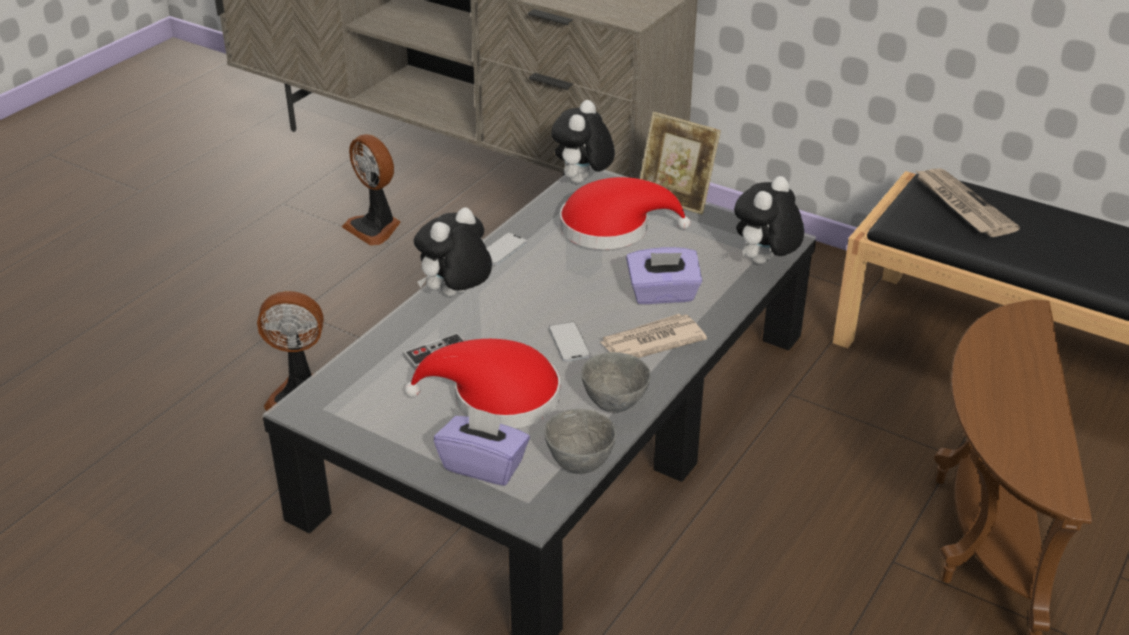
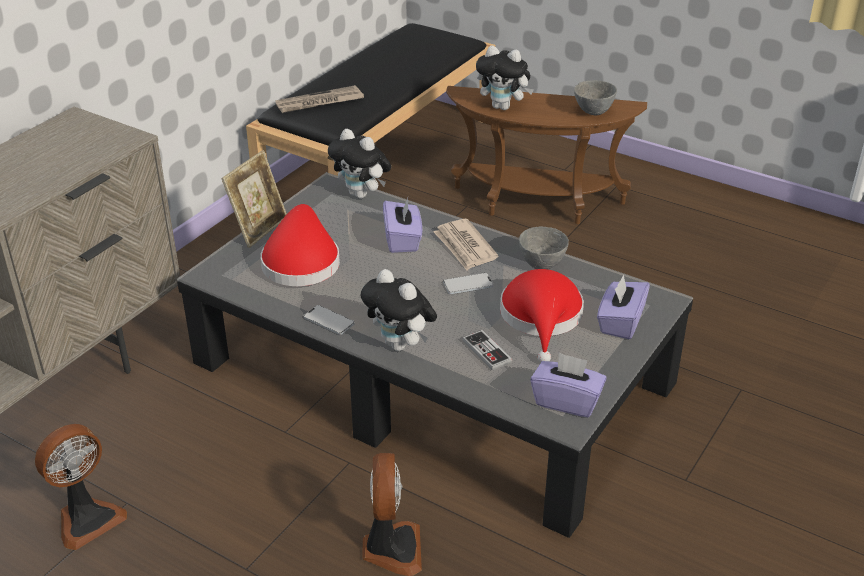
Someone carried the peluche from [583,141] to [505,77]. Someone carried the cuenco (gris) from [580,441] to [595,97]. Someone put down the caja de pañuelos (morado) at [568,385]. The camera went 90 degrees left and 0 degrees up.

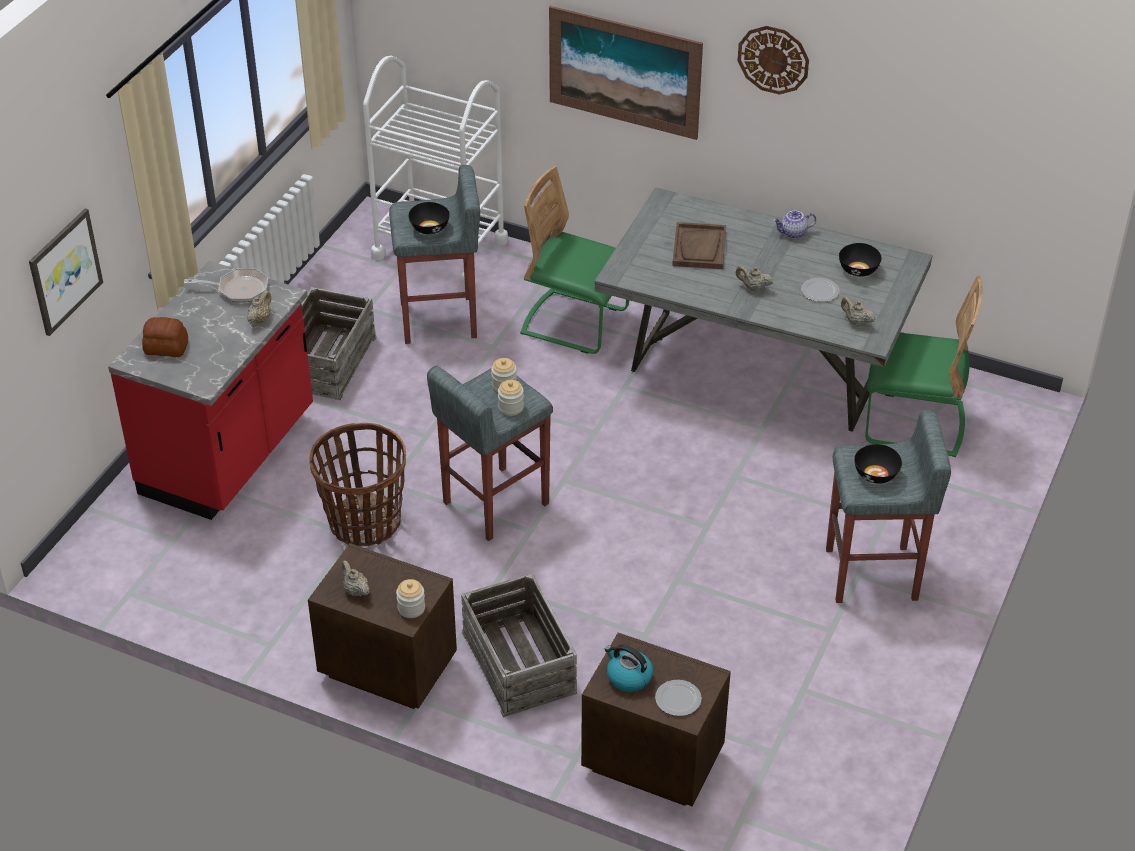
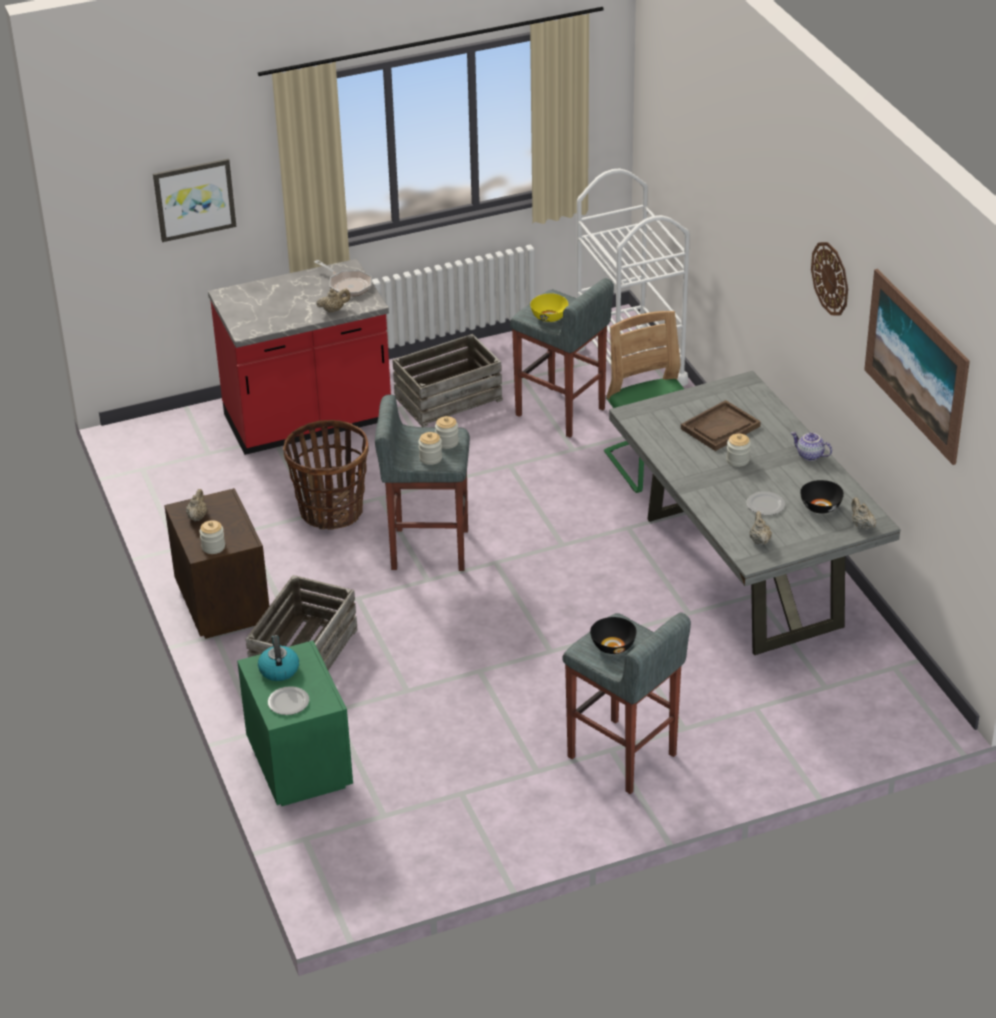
Someone carried the cuadro from [626,73] to [917,367]. Someone repainted the cuenco (negro) at [429,218], which became the cuenco (amarillo) at [549,307]. Someone carried the tetera (beis) from [754,278] to [863,513]. Someone took away the silla (verde) at [923,366]. Someone took away the pan at [165,337]. Someone repainted the mesita de noche (marrón) at [656,719], which became the mesita de noche (verde) at [295,723]. Someone put down the tarro at [738,450]. The camera went 45 degrees right and 5 degrees down.

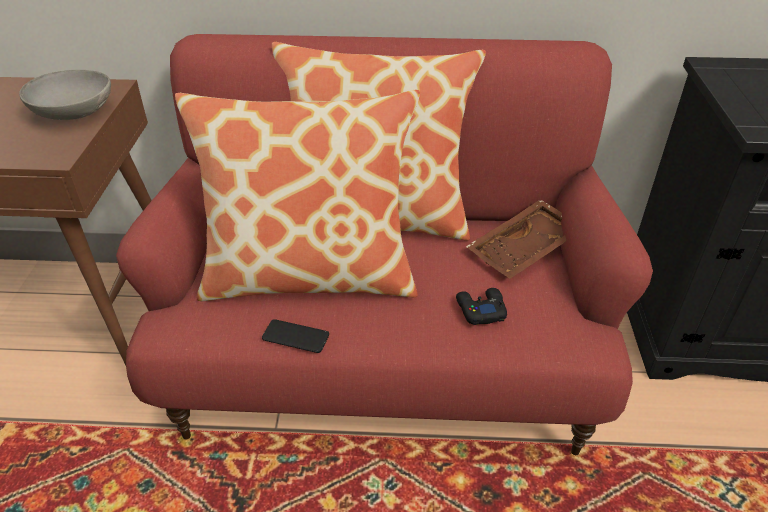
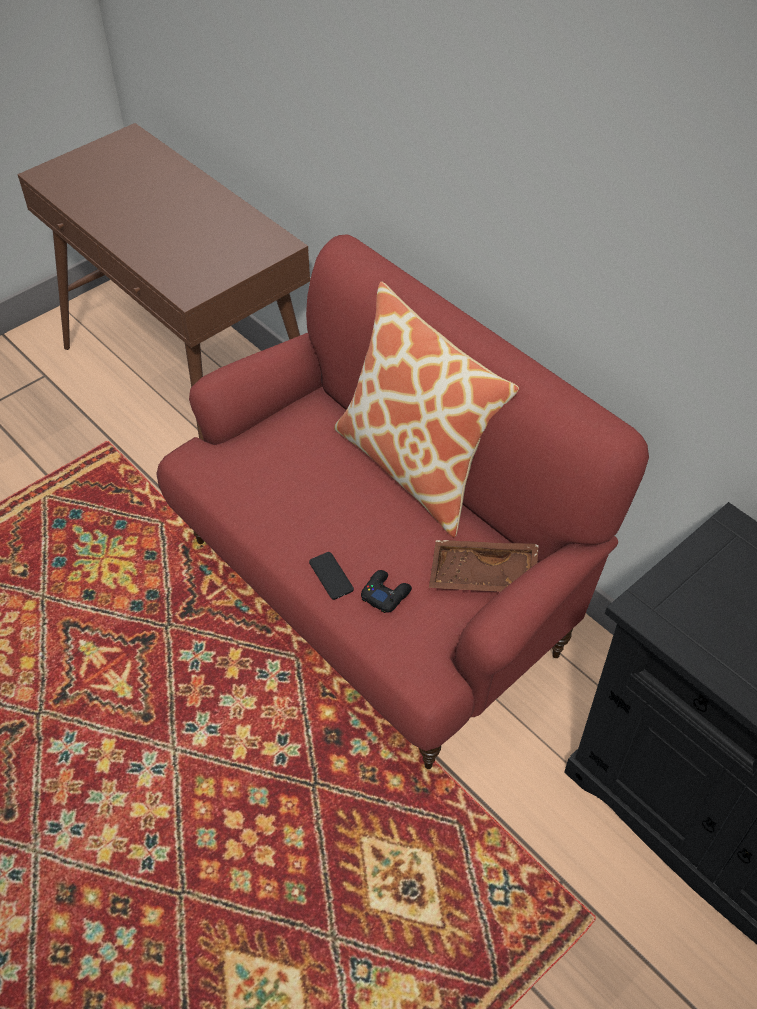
Someone took away the cuenco (gris) at [65,95]. Someone took away the cojín at [297,195]. Someone carried the móvil from [295,336] to [331,576]. The camera went 45 degrees right and 10 degrees up.

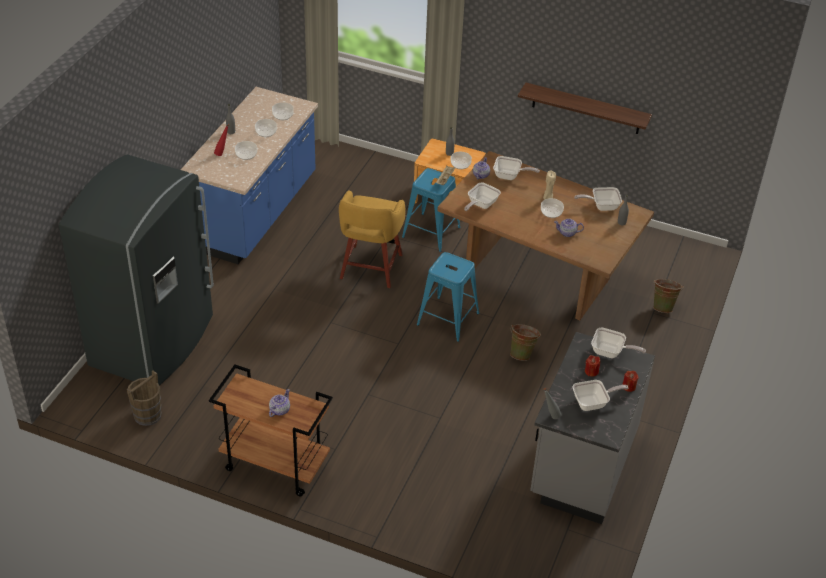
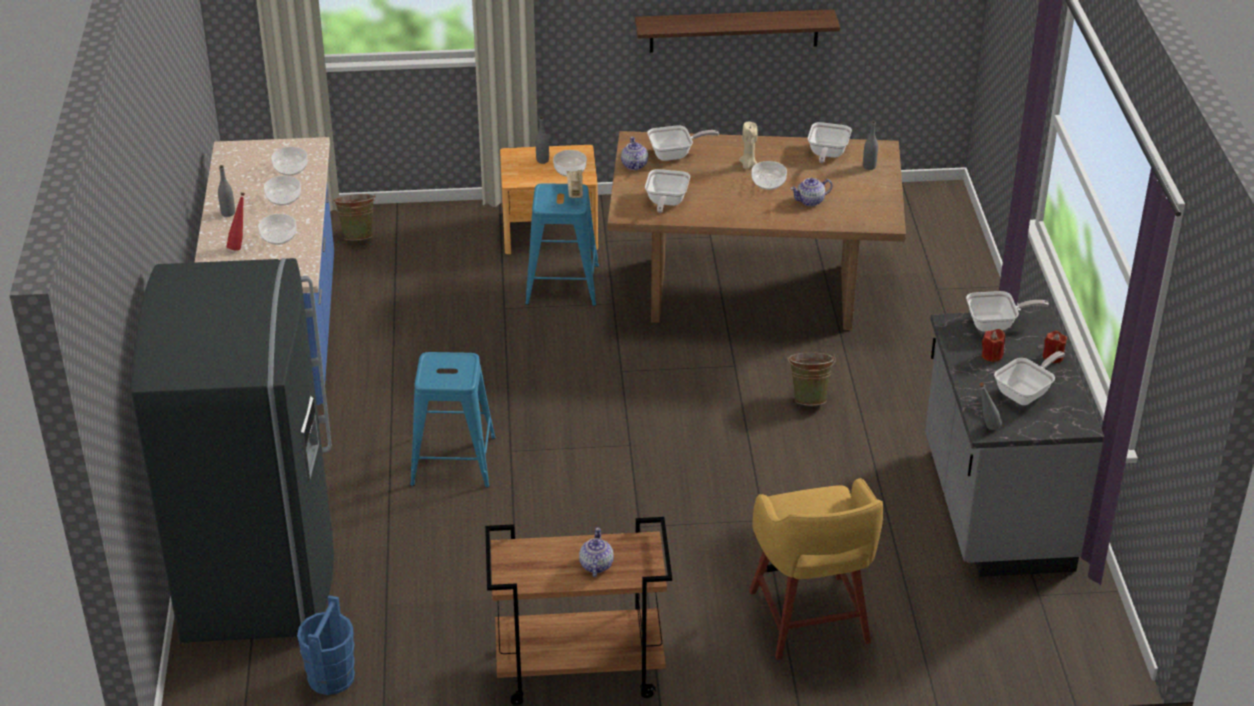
Someone rotated the sartén at [598,199] by 45 degrees counterclockwise. Someone carried the taburete (amarillo) from [372,239] to [816,569]. Someone carried the taburete (azul) from [448,297] to [453,420]. Someone carried the cubo (verde) from [668,296] to [354,217]. Someone repainted the cubo (marrón) at [144,398], which became the cubo (azul) at [326,645]. The camera went 25 degrees left and 5 degrees down.

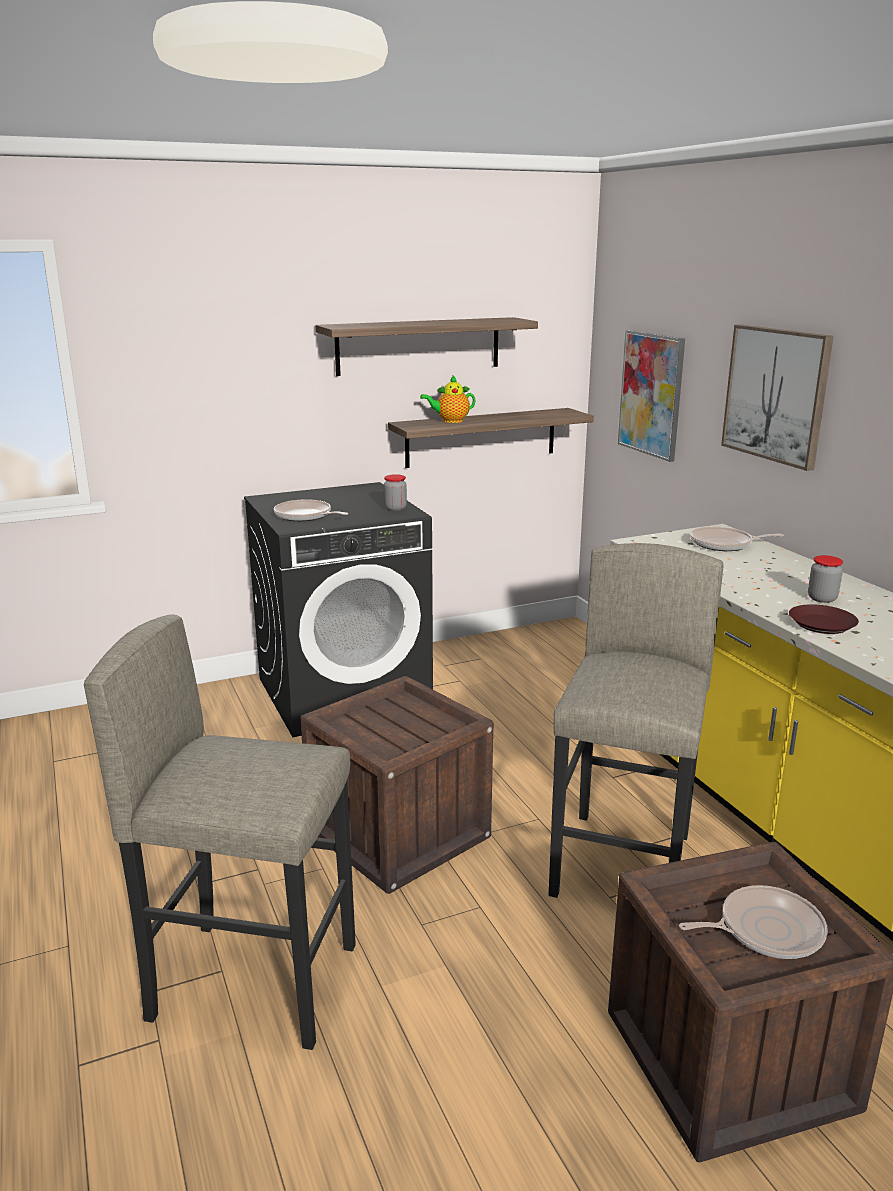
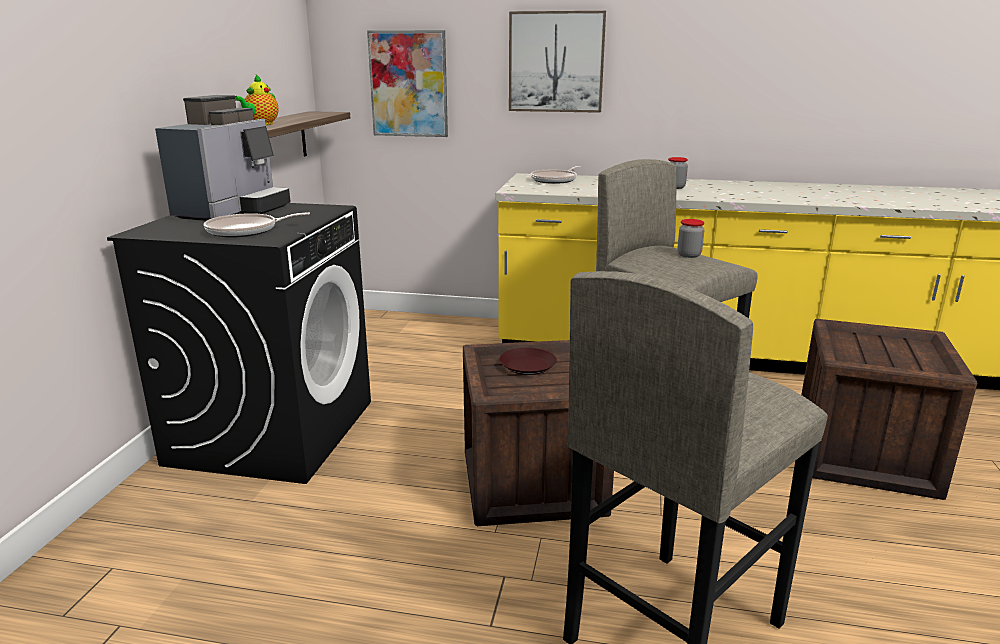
Someone took away the estante at [427,346]. Someone carried the tarro from [395,492] to [690,238]. Someone carried the plato (marrón) from [824,619] to [528,361]. Someone took away the sartén at [753,922]. Someone put down the cafetera at [223,158]. The camera went 55 degrees left and 0 degrees up.

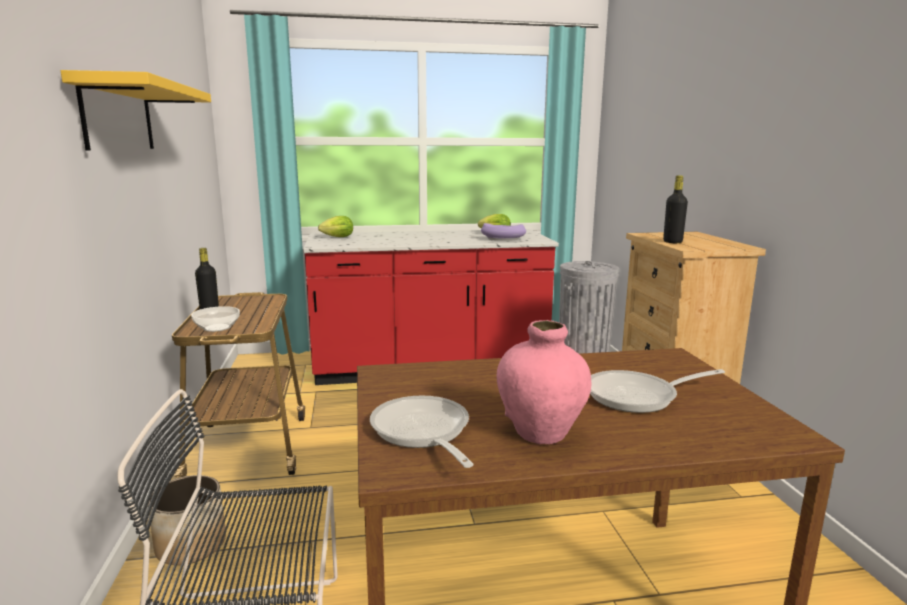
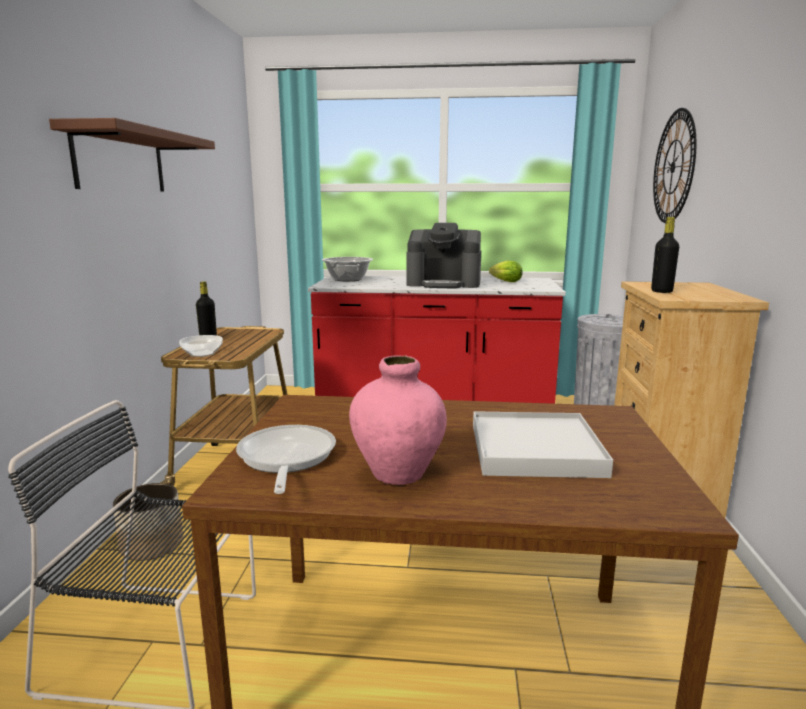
Someone repainted the estante (amarillo) at [136,110], which became the estante (marrón) at [132,154]. Someone swapped the lechuga at [335,226] for the olla at [347,269]. Someone took away the cuenco (morado) at [503,232]. Someone swapped the sartén at [657,391] for the bandeja (blanco) at [543,444]. Someone put up the reloj de pared at [674,165]. Someone put down the cafetera at [444,256]. The camera went 15 degrees right and 0 degrees up.

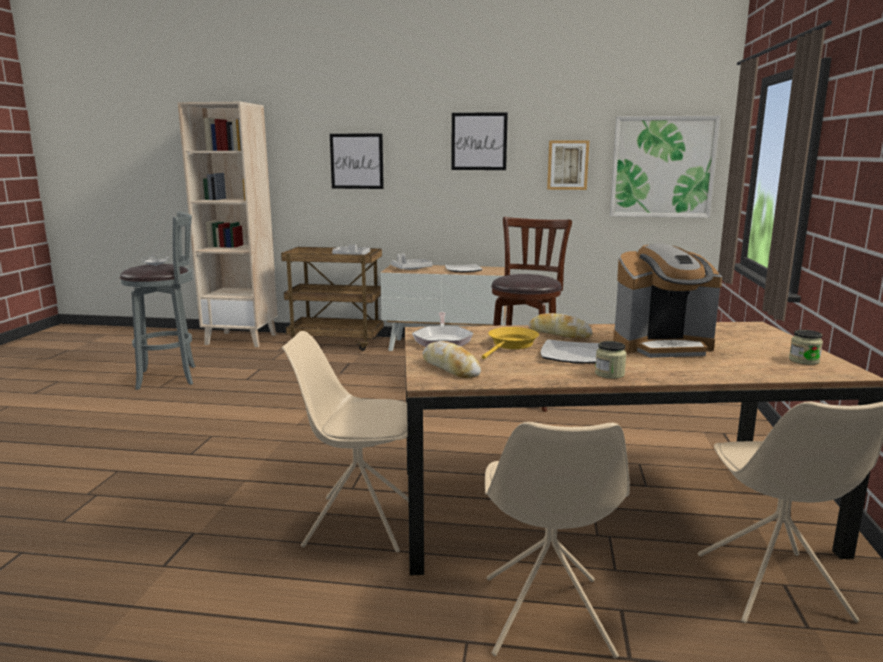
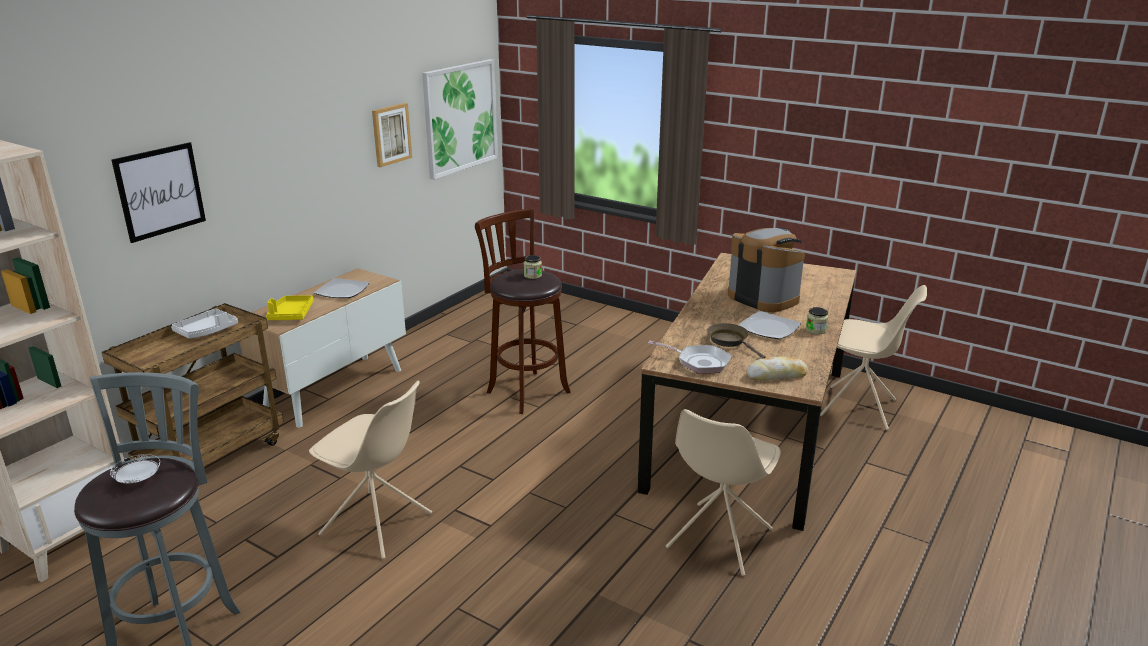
Someone took away the cuadro at [479,141]. Someone rotated the cafetera at [667,301] by 60 degrees counterclockwise. Someone repainted the bandeja (gris) at [412,262], which became the bandeja (amarillo) at [290,307]. Someone took away the pan at [560,326]. Someone repainted the sartén (amarillo) at [510,343], which became the sartén (marrón) at [736,341]. Someone carried the tarro from [806,347] to [533,267]. Someone carried the silla (beis) from [557,540] to [370,469]. The camera went 65 degrees left and 10 degrees up.

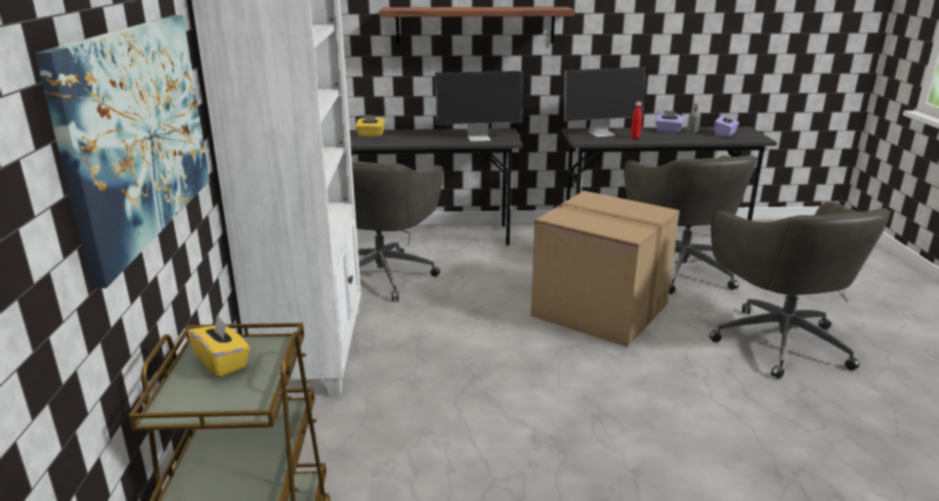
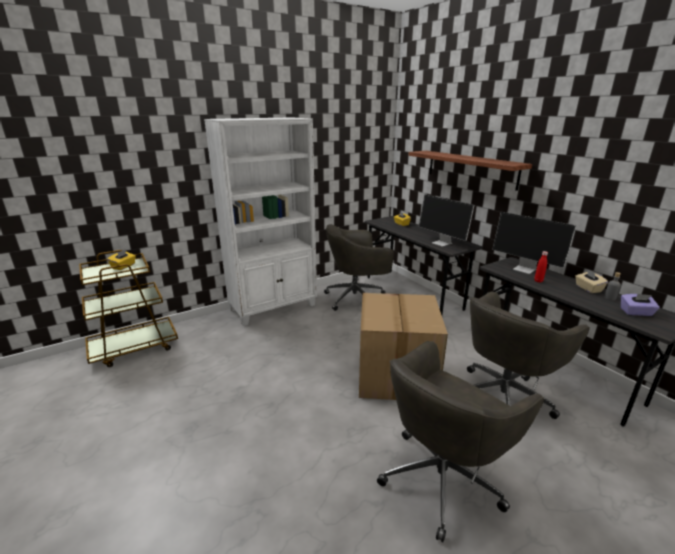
Someone took away the cuadro at [122,151]. Someone repainted the caja de pañuelos (morado) at [669,121], which became the caja de pañuelos (beis) at [591,281]. The camera went 60 degrees right and 0 degrees up.

